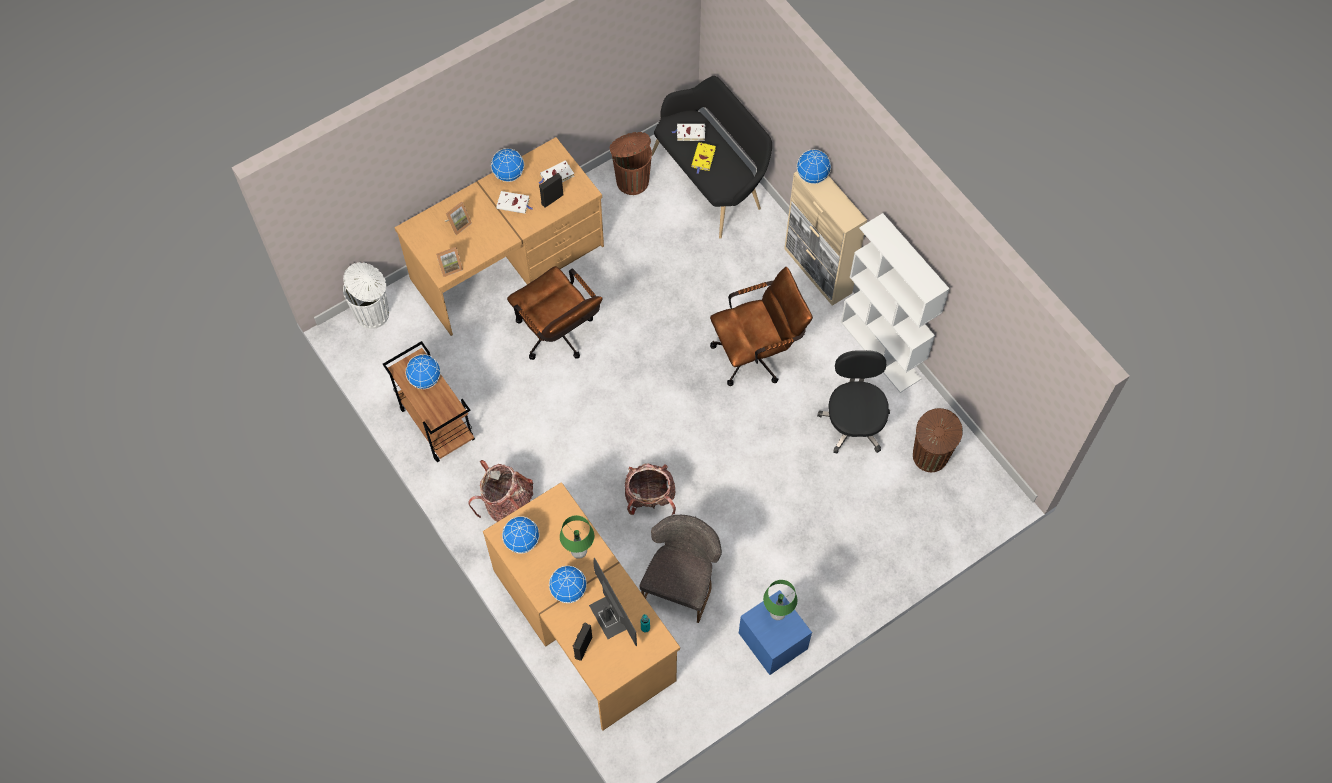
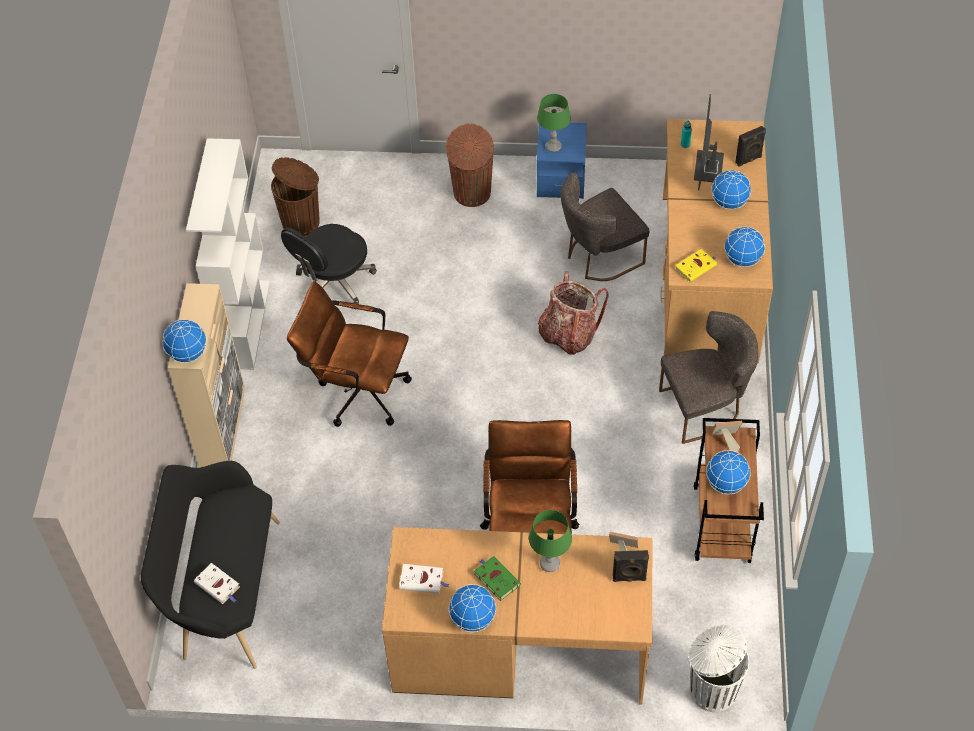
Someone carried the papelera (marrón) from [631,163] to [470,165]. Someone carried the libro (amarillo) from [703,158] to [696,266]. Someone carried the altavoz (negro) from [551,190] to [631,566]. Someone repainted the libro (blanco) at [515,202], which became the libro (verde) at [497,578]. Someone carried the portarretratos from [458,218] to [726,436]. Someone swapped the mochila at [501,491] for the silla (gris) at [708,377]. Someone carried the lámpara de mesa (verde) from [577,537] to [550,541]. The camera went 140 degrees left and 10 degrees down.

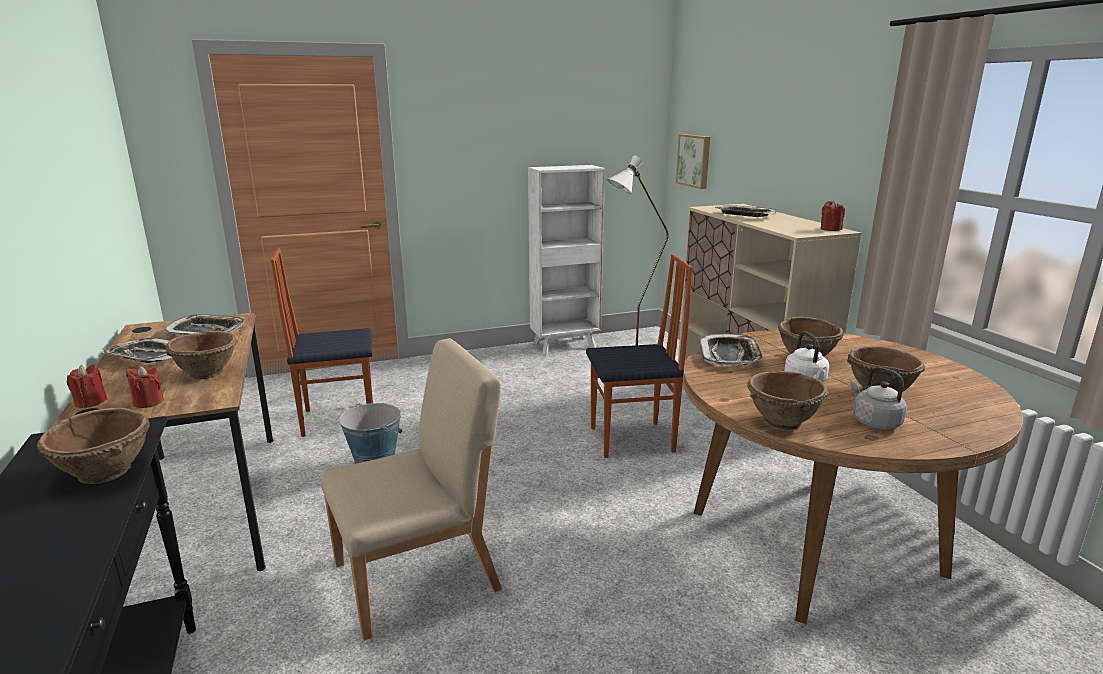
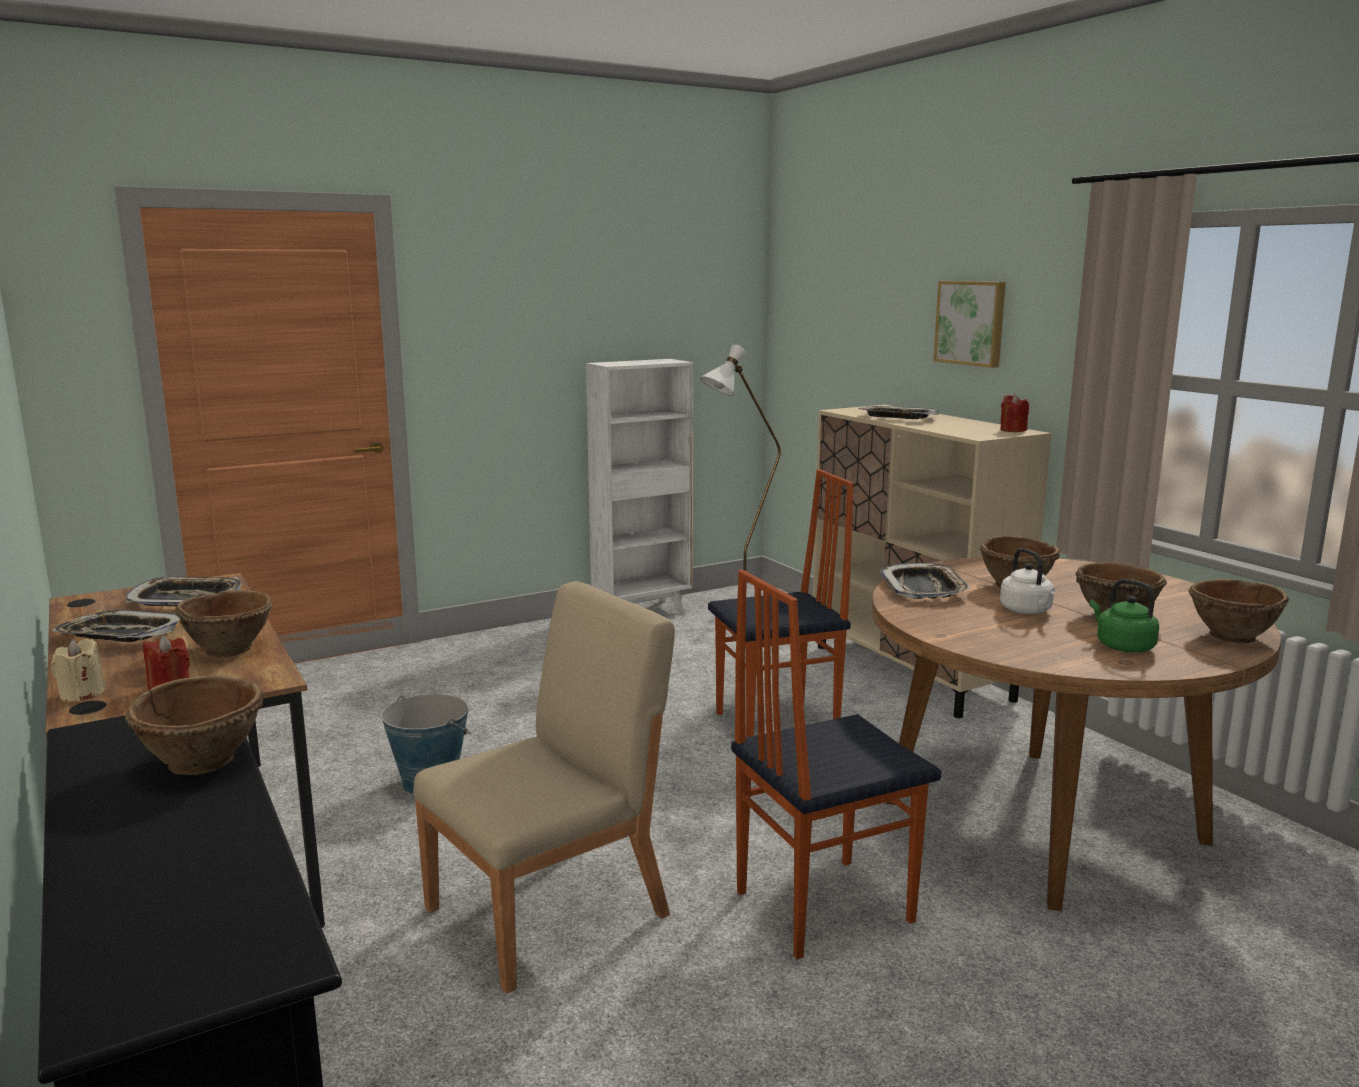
Someone carried the cuadro from [693,161] to [969,324]. Someone carried the silla from [322,342] to [836,764]. Someone repainted the vela (rojo) at [87,386], which became the vela (beis) at [78,670]. Someone repainted the hervidor (gris) at [879,398], which became the hervidor (verde) at [1124,615]. Someone carried the cuenco (marrón) from [788,400] to [1238,611]. The camera went 10 degrees left and 5 degrees down.

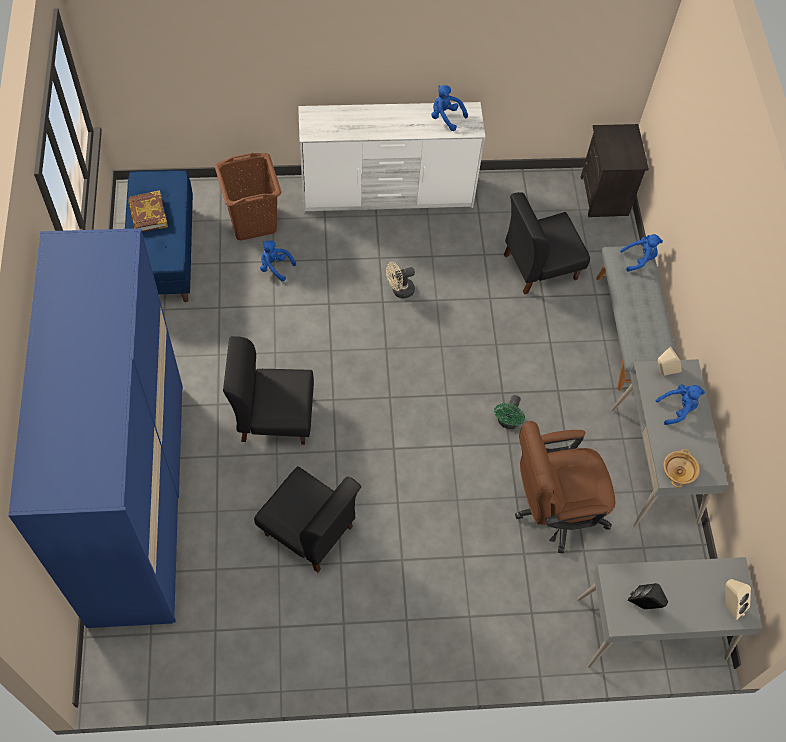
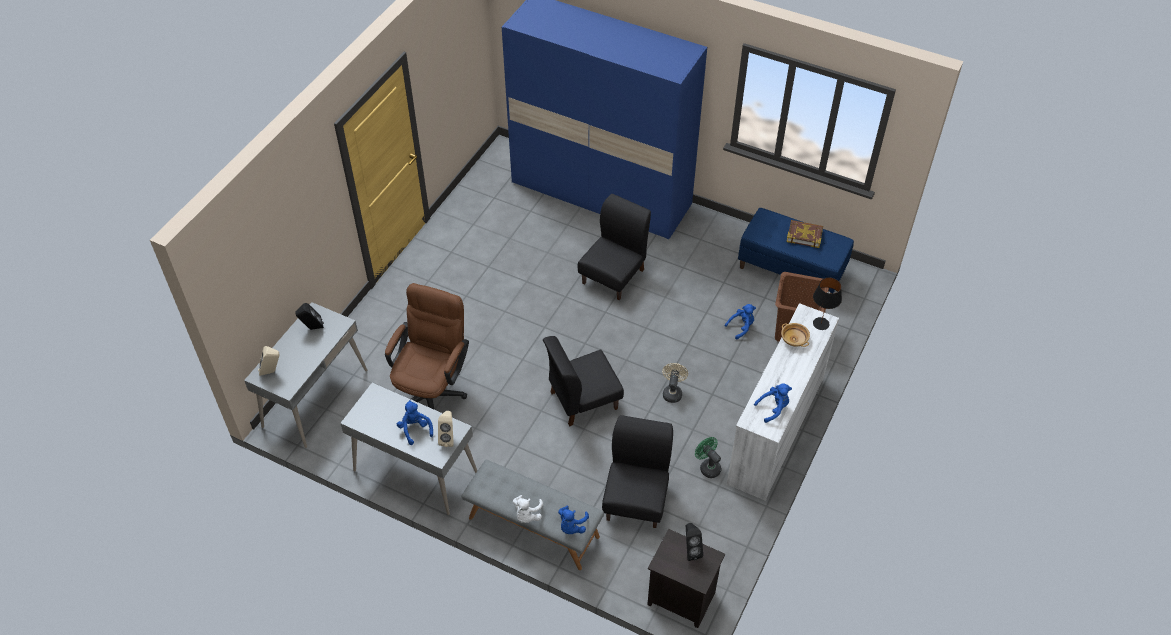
Someone rotated the peluche (azul) at [680,404] by 135 degrees clockwise. Someone carried the ventilador (verde) from [509,412] to [708,457]. Someone carried the cuenco (beis) from [682,468] to [795,335]. Someone carried the silla (negro) from [307,519] to [583,381]. Someone put down the lámpara de mesa (negro) at [827,304]. Someone put down the peluche (blanco) at [528,509]. Someone put down the altavoz (negro) at [694,542]. The camera went 125 degrees right and 10 degrees down.

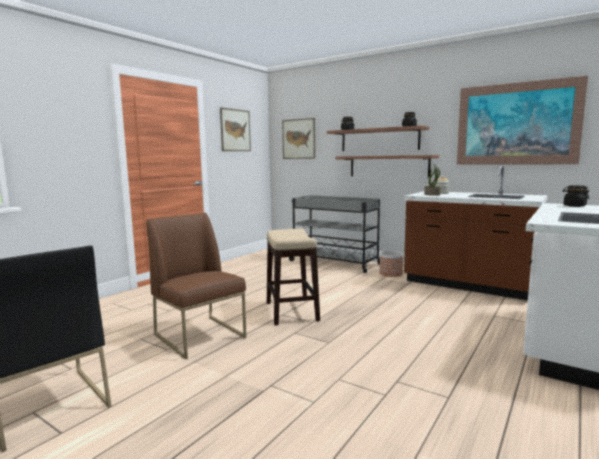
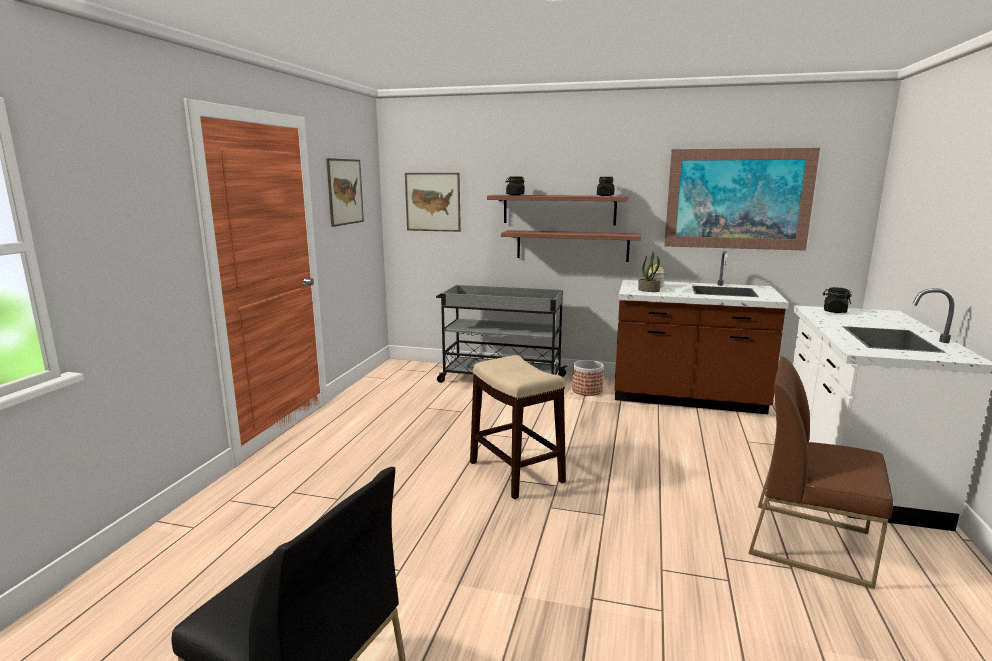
Someone carried the silla (marrón) from [196,286] to [820,472]. The camera went 20 degrees left and 5 degrees up.

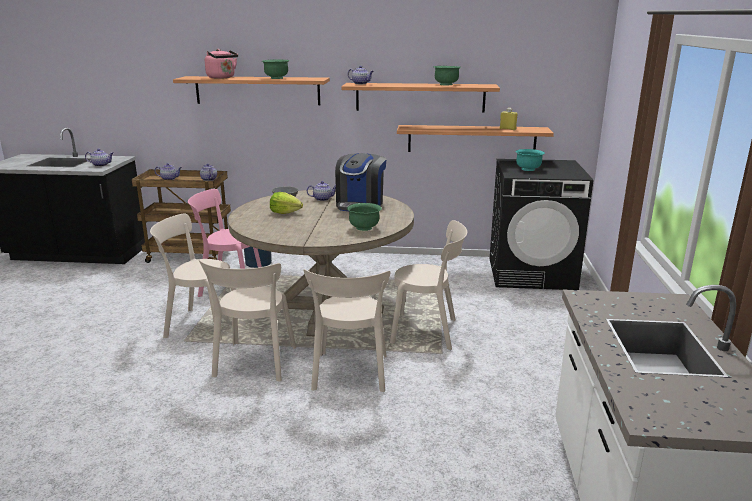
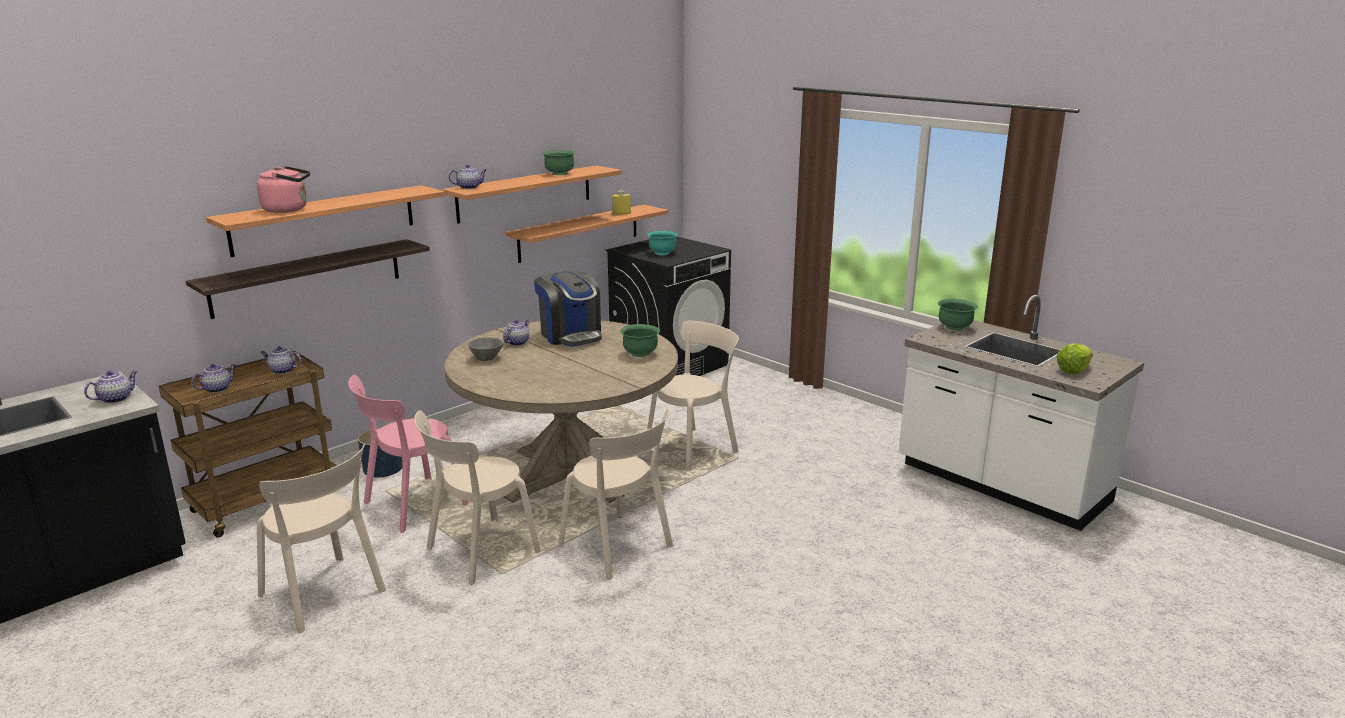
Someone carried the cuenco (verde) from [276,69] to [958,315]. Someone carried the lechuga from [286,203] to [1074,358]. Someone carried the silla (beis) from [347,330] to [321,539]. Someone put up the estante at [308,279]. The camera went 50 degrees left and 0 degrees up.

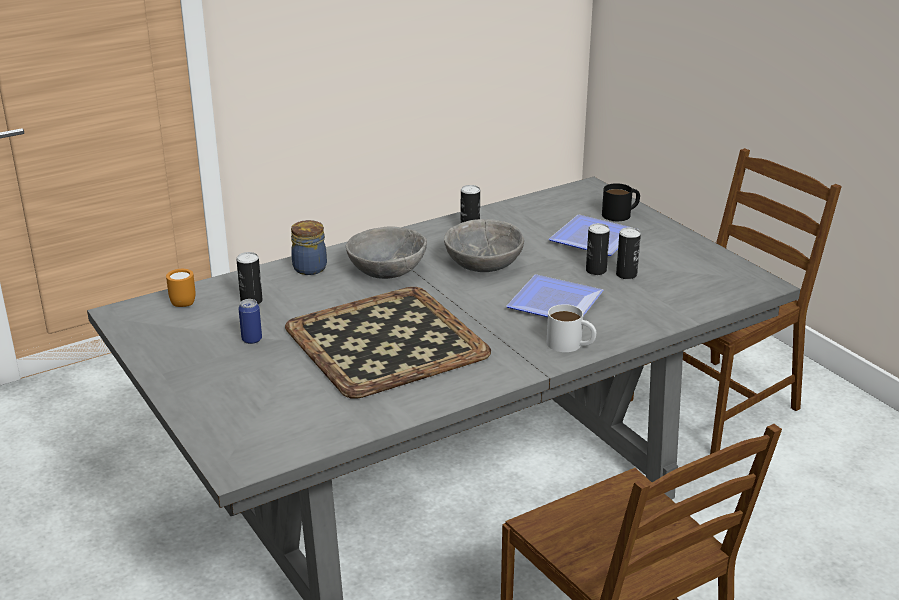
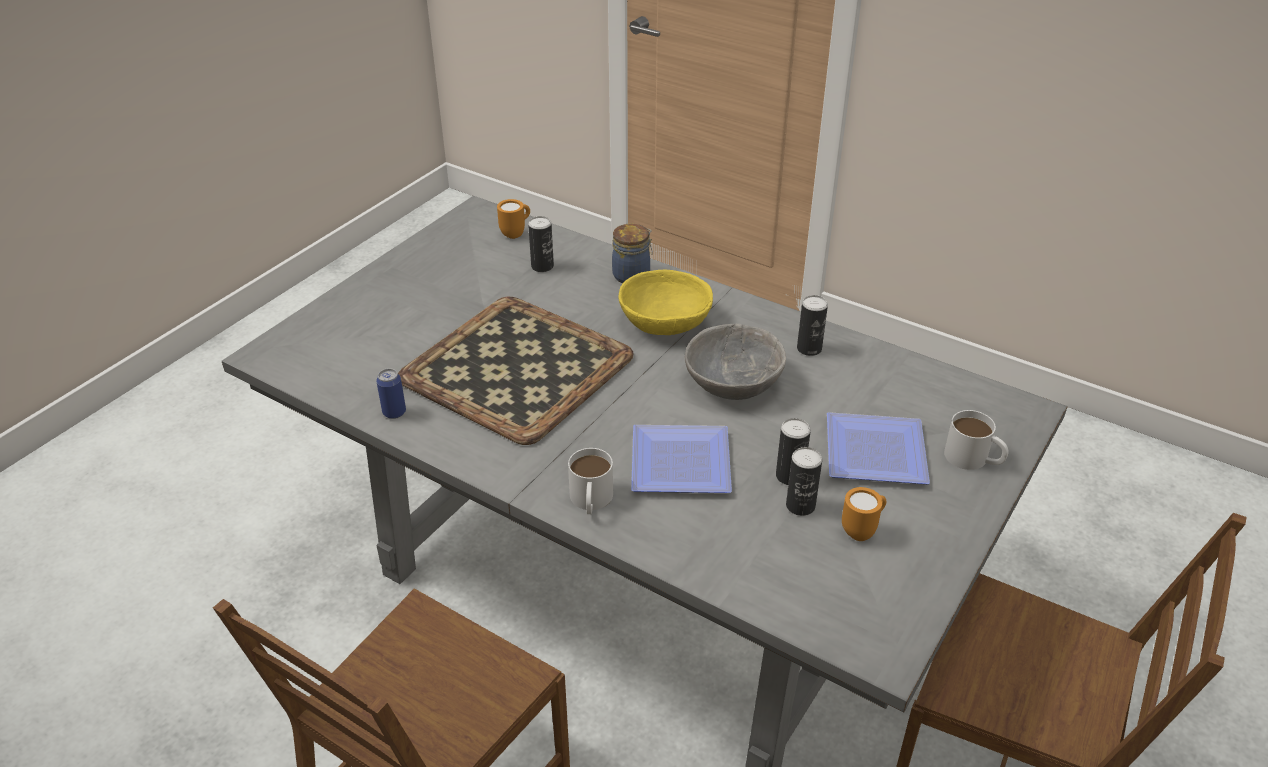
Someone repainted the taza grande (negro) at [621,202], which became the taza grande (blanco) at [976,440]. Someone repainted the cuenco (gris) at [386,252], which became the cuenco (amarillo) at [665,302]. Someone carried the lata from [250,321] to [391,393]. Someone put down the taza grande (naranja) at [864,514]. The camera went 65 degrees right and 10 degrees up.

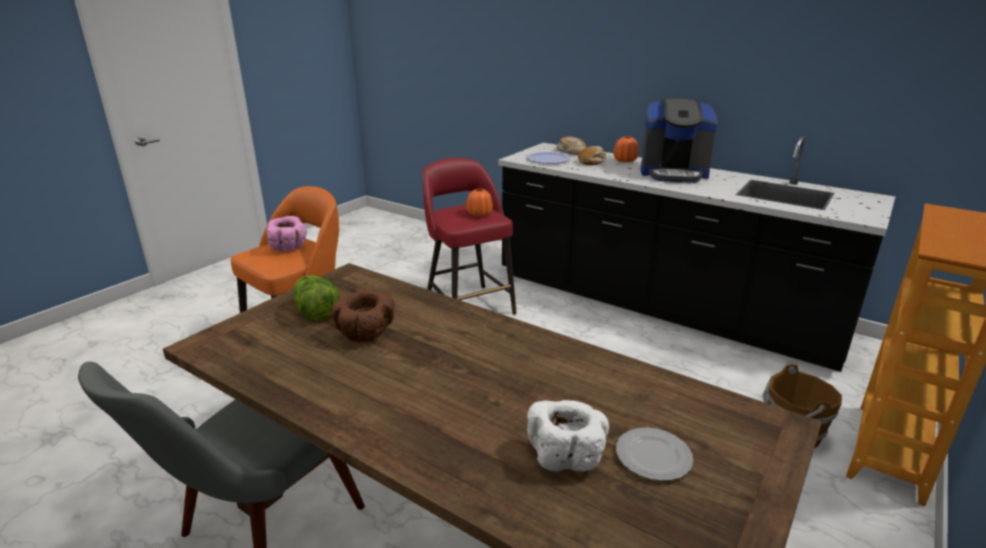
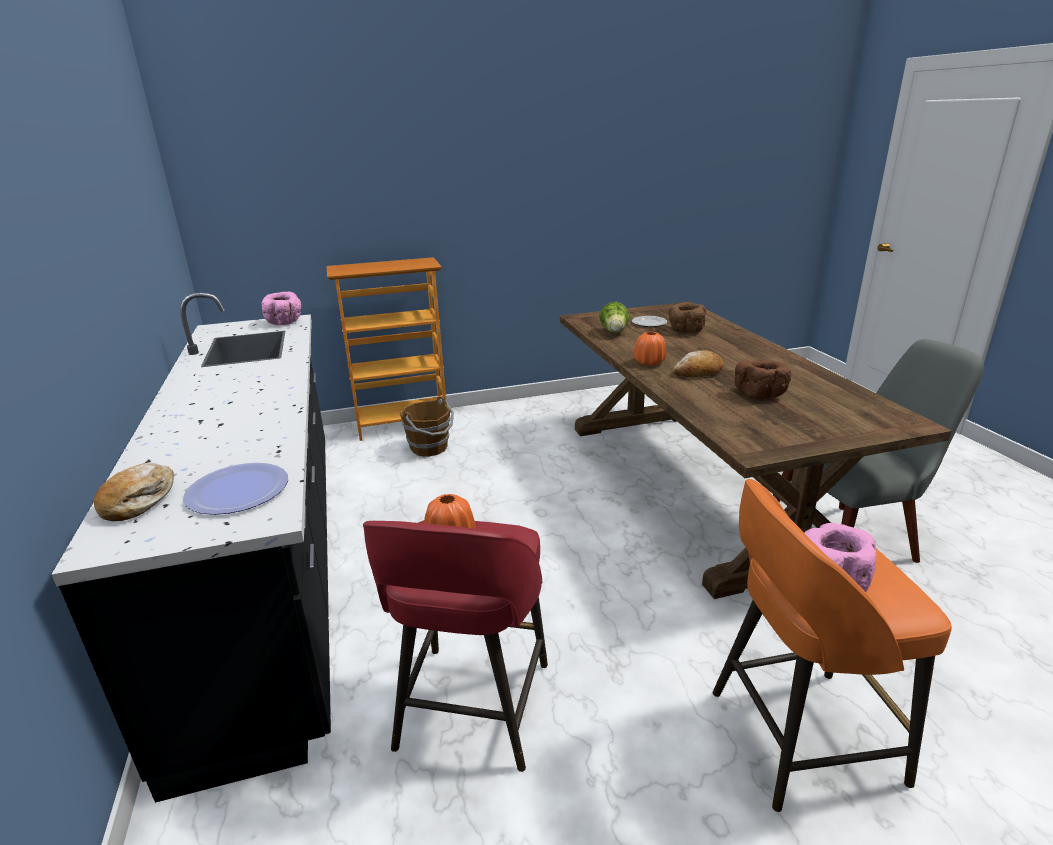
Someone took away the cafetera at [678,140]. Someone carried the florero (naranja) from [626,149] to [650,349]. Someone carried the pan from [592,155] to [698,363]. Someone carried the lechuga from [316,298] to [614,317]. Someone repainted the cuenco (blanco) at [568,436], which became the cuenco (marrón) at [687,317]. Someone put down the cuenco (rosa) at [282,308]. The camera went 140 degrees left and 0 degrees up.

